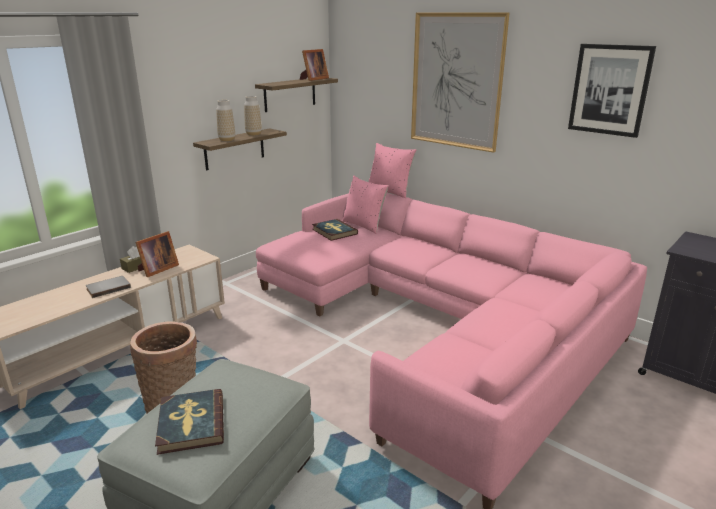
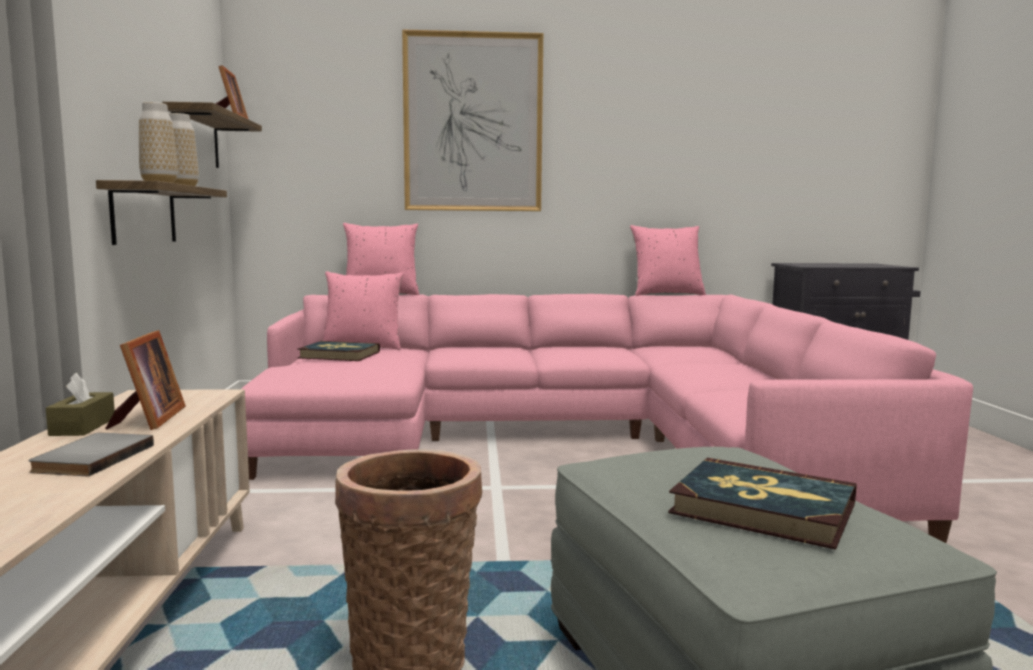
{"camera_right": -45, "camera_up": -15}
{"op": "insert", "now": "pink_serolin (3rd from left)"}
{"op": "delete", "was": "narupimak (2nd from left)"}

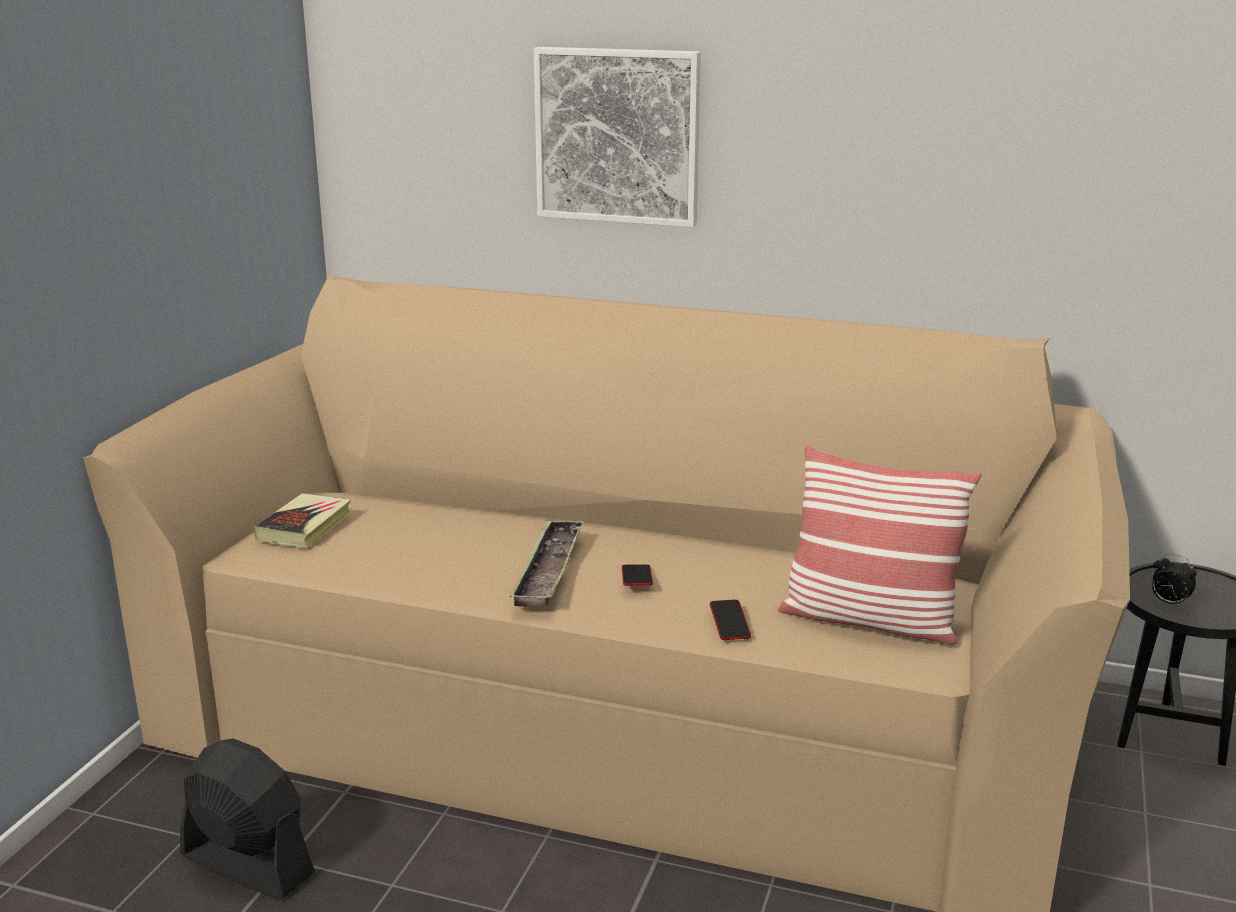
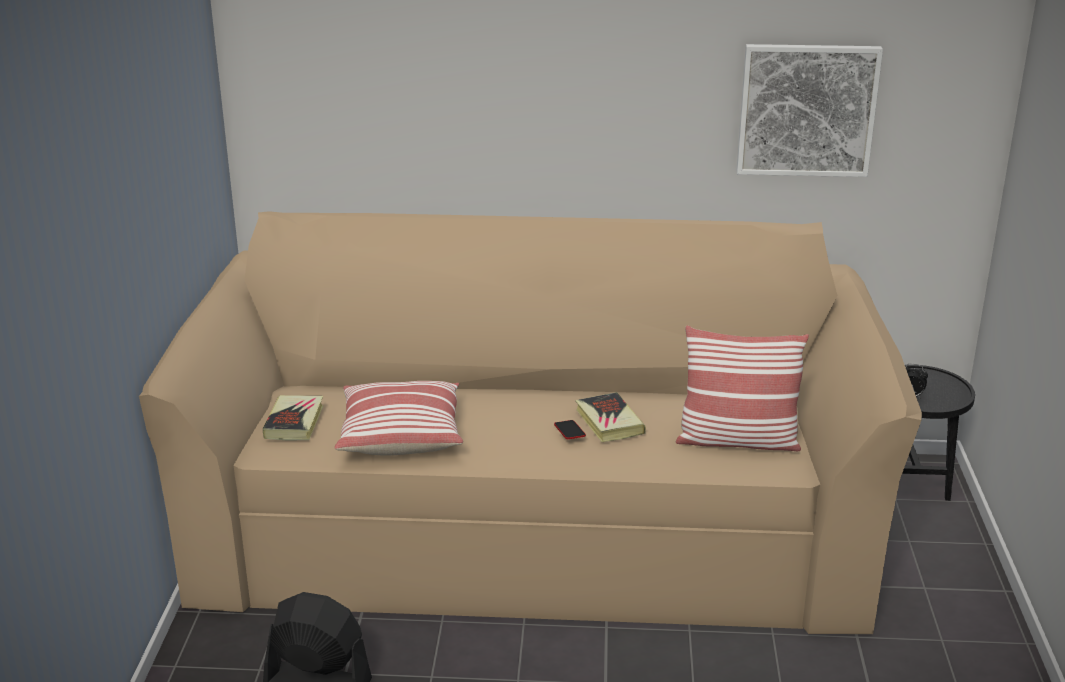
{"camera_right": -15, "camera_up": 5}
{"op": "insert", "now": "serolin (1st from left)"}
{"op": "insert", "now": "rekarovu (2nd from left)"}
{"op": "move", "was": "narupimak"}
{"op": "delete", "was": "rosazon"}
{"op": "delete", "was": "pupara (2nd from left)"}

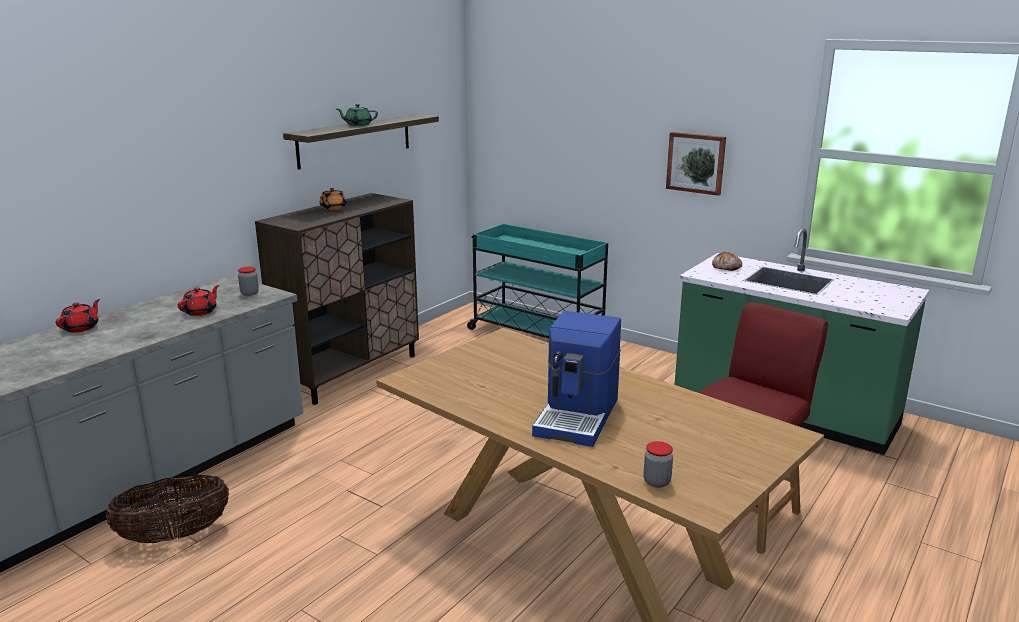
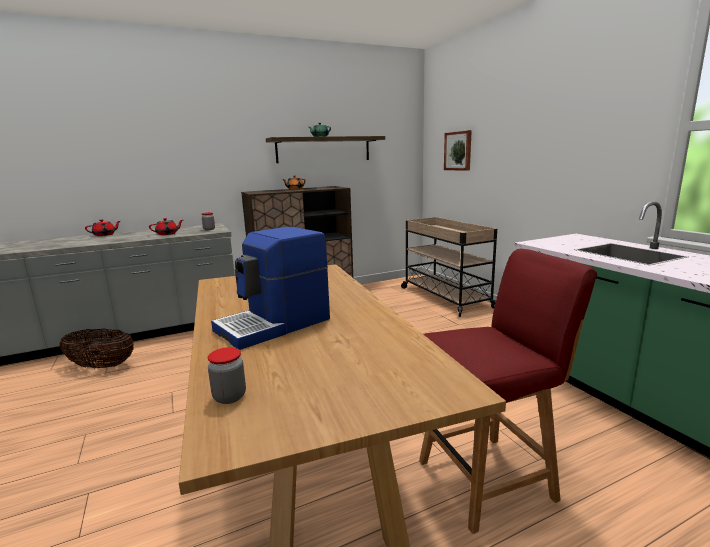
{"camera_right": 30, "camera_up": -5}
{"op": "recolor", "was": "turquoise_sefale", "now": "beige_sefale"}
{"op": "move", "was": "narupimak"}
{"op": "delete", "was": "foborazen"}

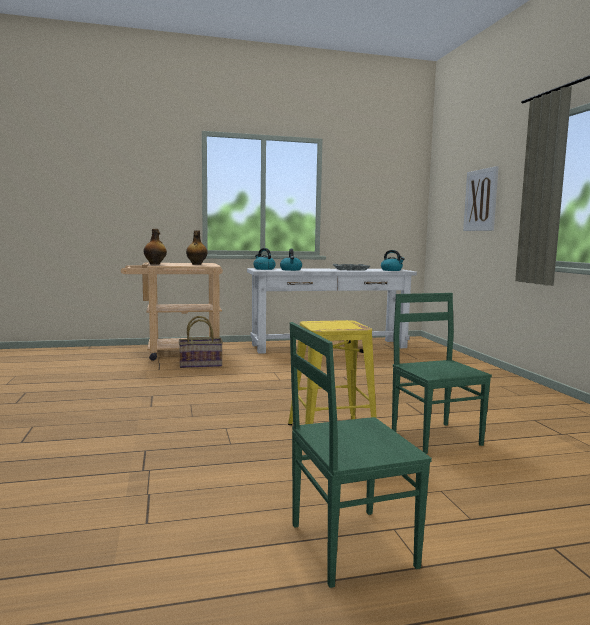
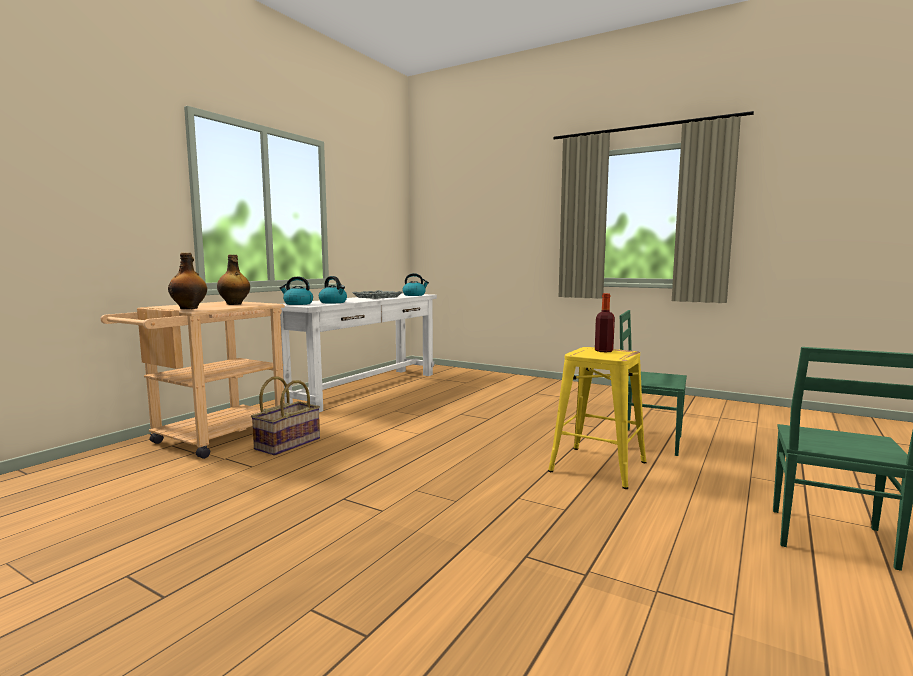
{"camera_right": -45, "camera_up": 0}
{"op": "insert", "now": "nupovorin (3rd from left)"}
{"op": "delete", "was": "narupimak"}

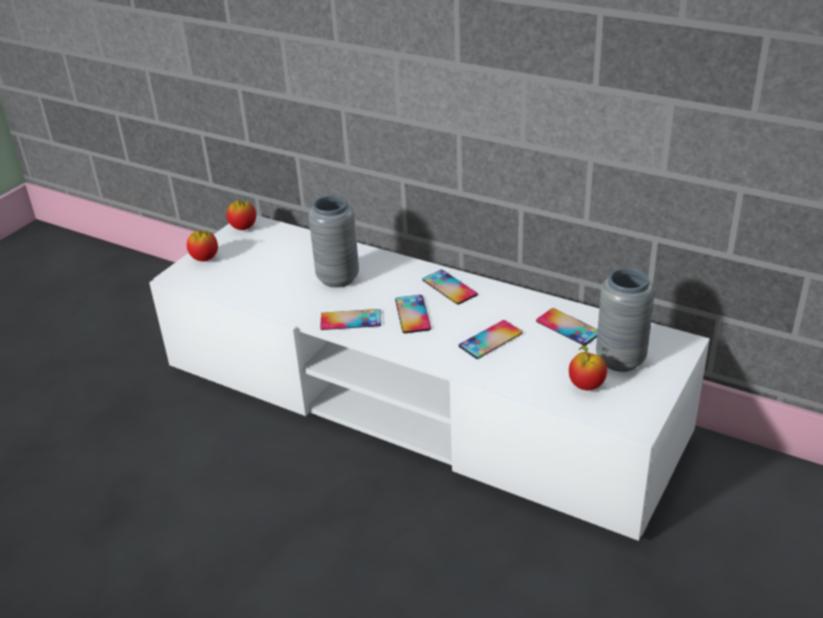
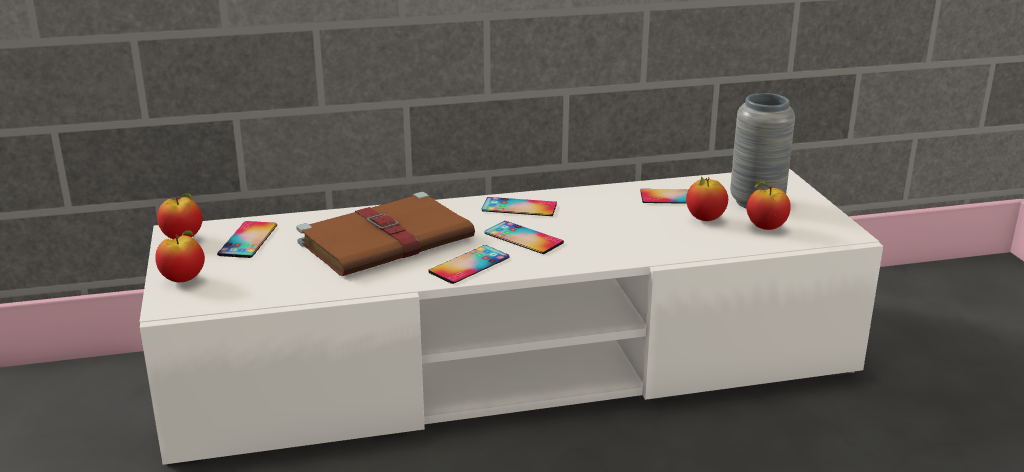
{"camera_right": -45, "camera_up": -10}
{"op": "move", "was": "pupara (4th from left in the first image)", "now": "pupara (1st from left)"}
{"op": "replace", "was": "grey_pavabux (1st from left)", "now": "brown_rekarovu"}
{"op": "insert", "now": "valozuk (3rd from left)"}

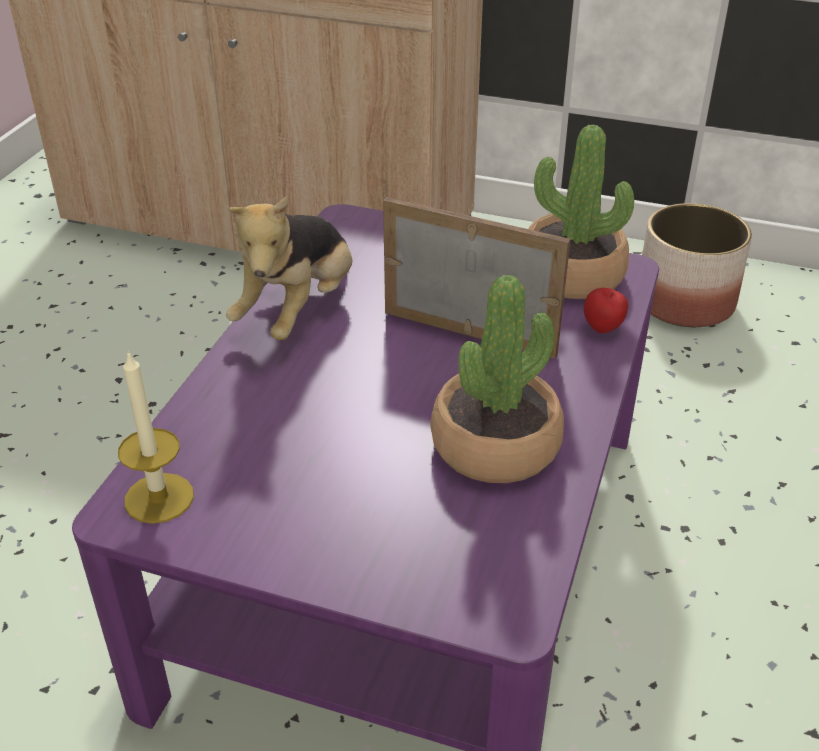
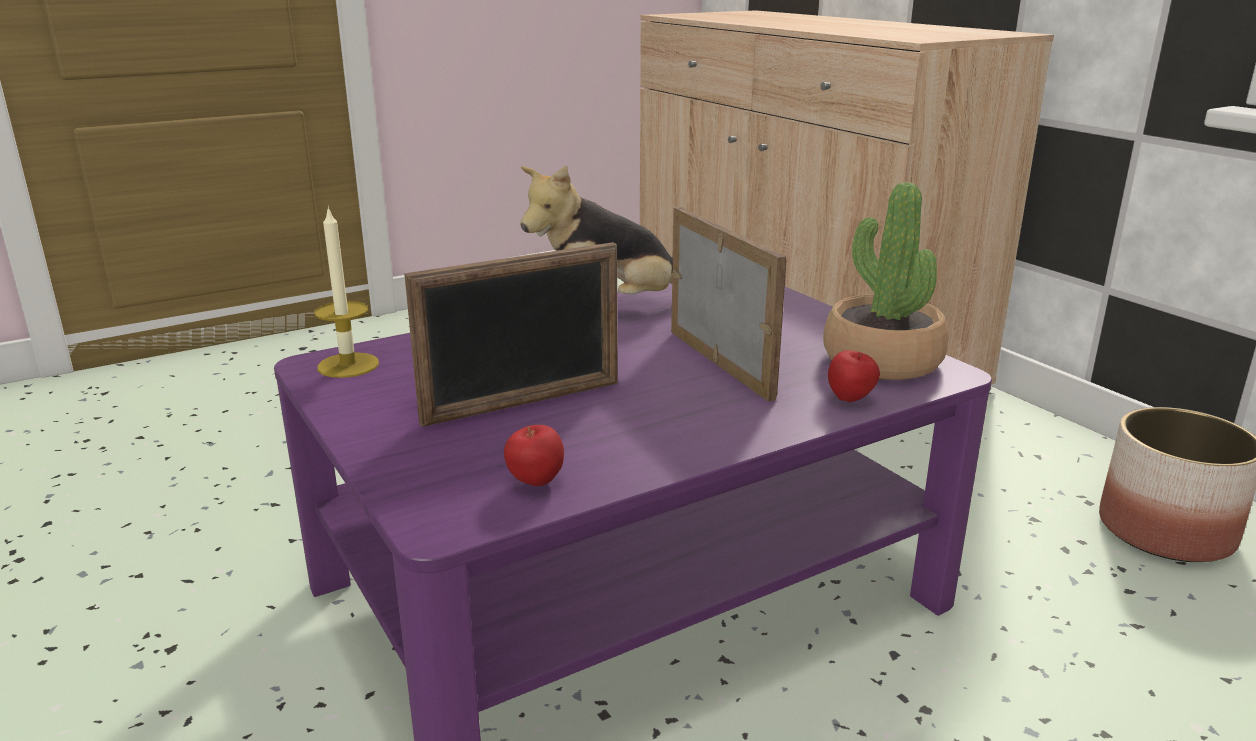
{"camera_right": 40, "camera_up": -15}
{"op": "insert", "now": "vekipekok (1st from left)"}
{"op": "insert", "now": "valozuk (1st from left)"}
{"op": "delete", "was": "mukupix (1st from left)"}

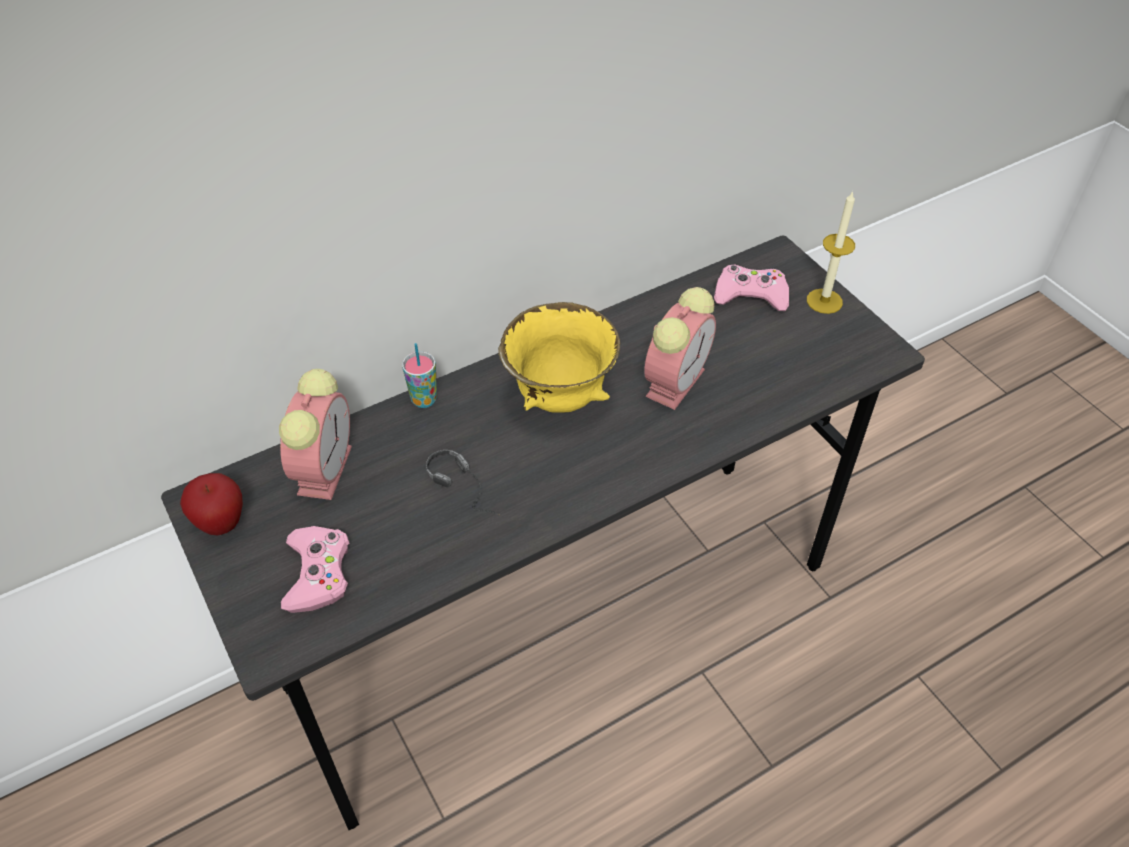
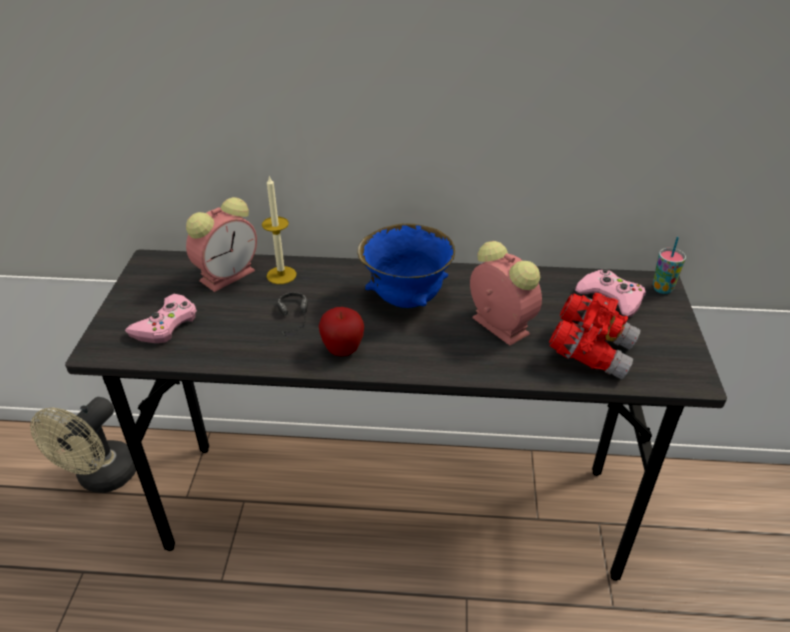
{"camera_right": 35, "camera_up": -10}
{"op": "insert", "now": "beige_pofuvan"}
{"op": "move", "was": "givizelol"}
{"op": "move", "was": "valozuk"}
{"op": "recolor", "was": "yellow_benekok", "now": "blue_benekok"}
{"op": "rotate", "was": "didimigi (2nd from left)", "clockwise": -105}
{"op": "insert", "now": "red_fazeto"}
{"op": "move", "was": "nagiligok"}

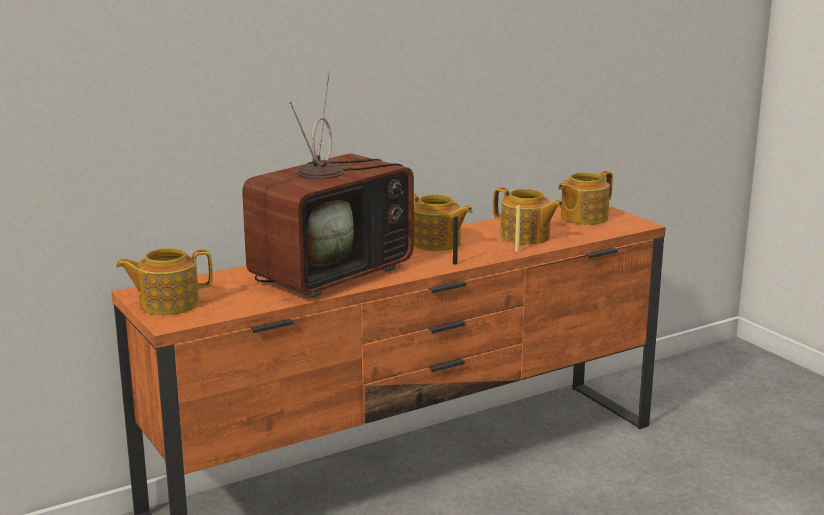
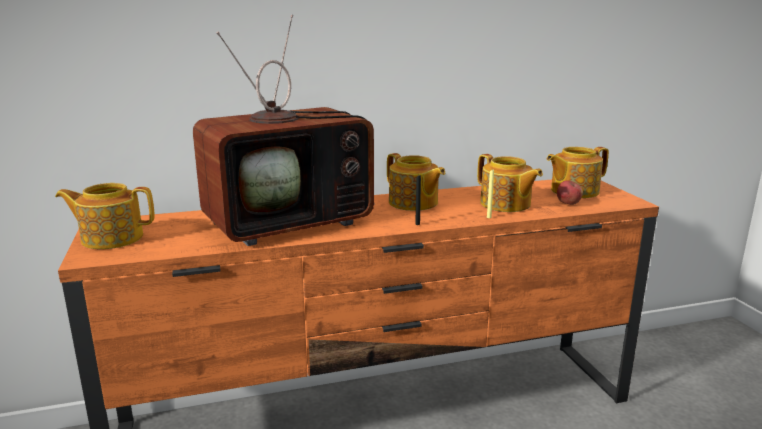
{"camera_right": 15, "camera_up": 0}
{"op": "insert", "now": "valozuk"}

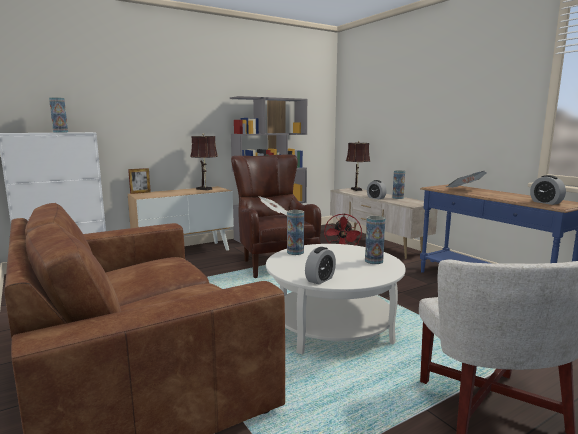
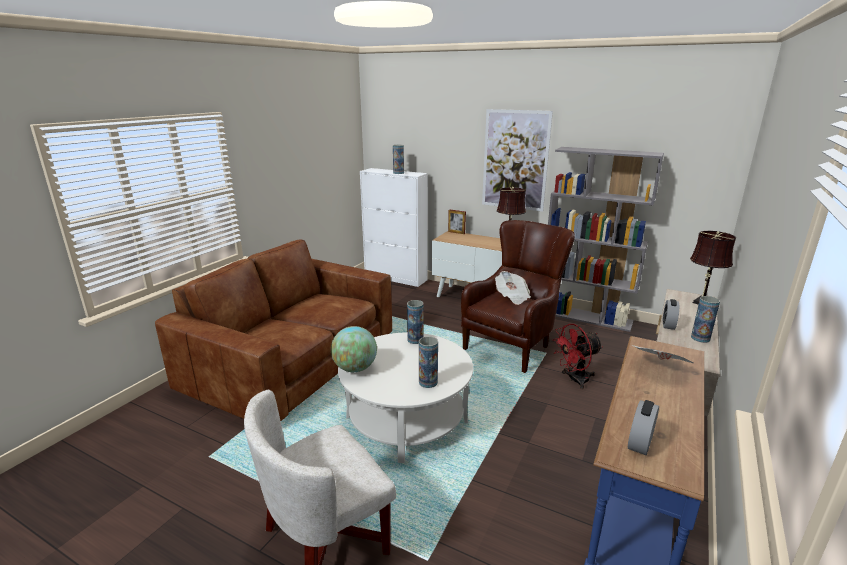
{"camera_right": 60, "camera_up": 10}
{"op": "replace", "was": "didimigi (1st from left)", "now": "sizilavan"}
{"op": "insert", "now": "narupimak"}

